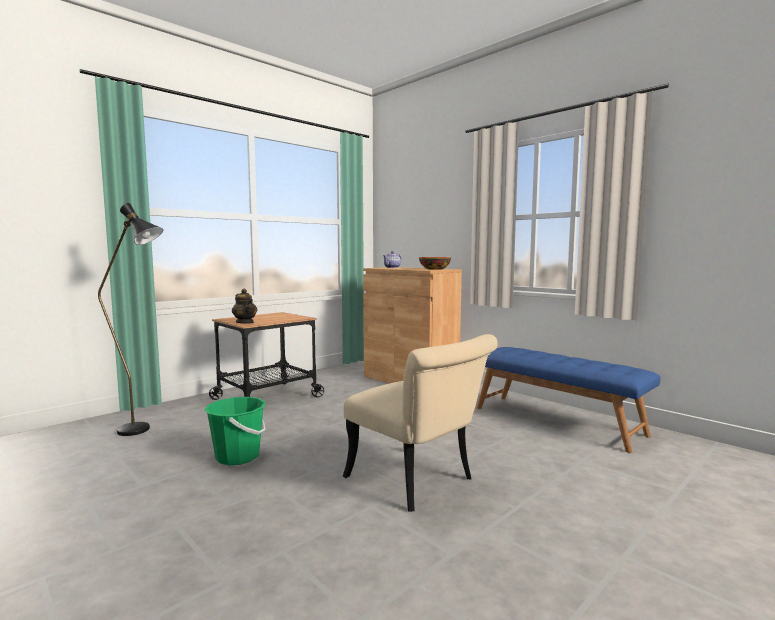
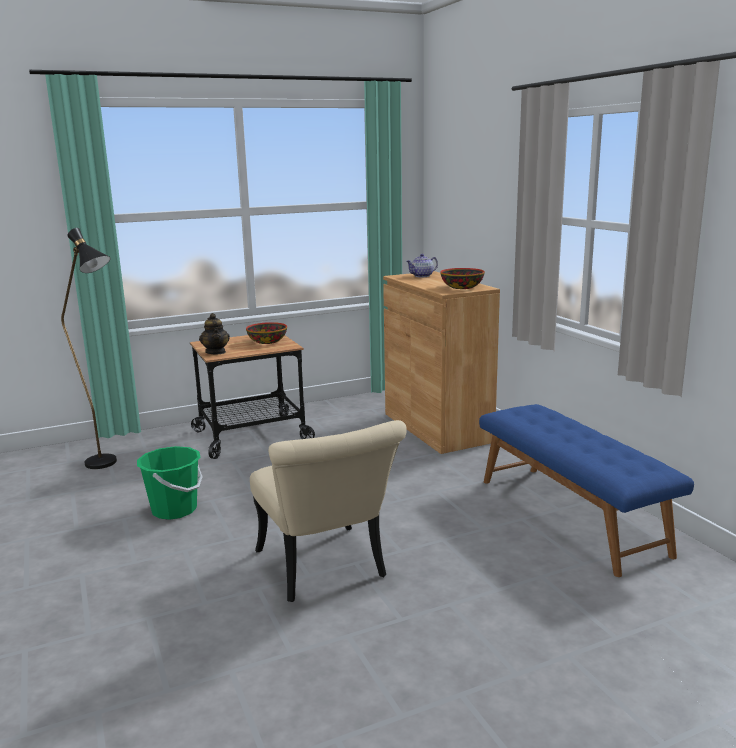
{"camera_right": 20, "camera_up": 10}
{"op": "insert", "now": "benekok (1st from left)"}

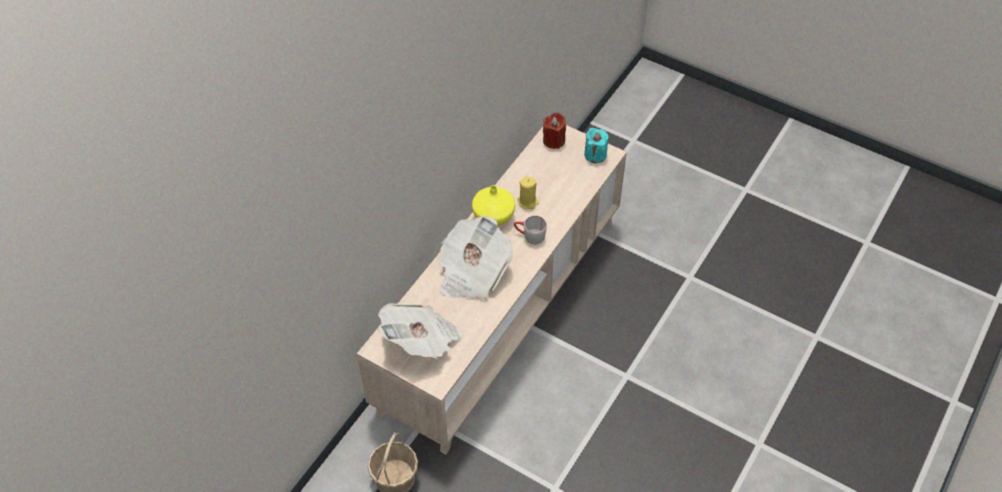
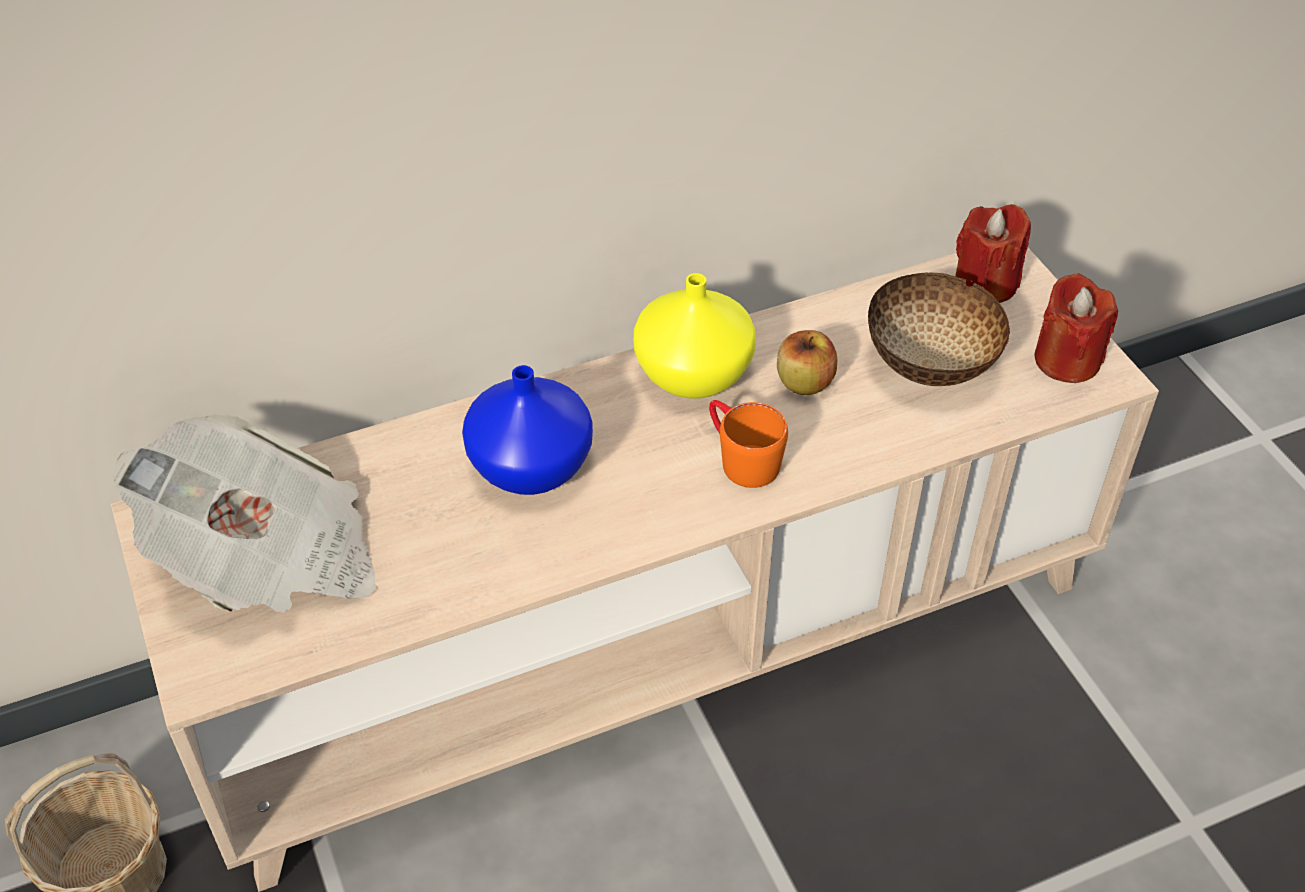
{"camera_right": 35, "camera_up": -5}
{"op": "replace", "was": "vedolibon (2nd from left)", "now": "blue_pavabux"}
{"op": "recolor", "was": "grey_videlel", "now": "orange_videlel"}
{"op": "replace", "was": "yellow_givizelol", "now": "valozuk"}
{"op": "insert", "now": "benekok"}
{"op": "recolor", "was": "turquoise_givizelol", "now": "red_givizelol (2nd from left)"}

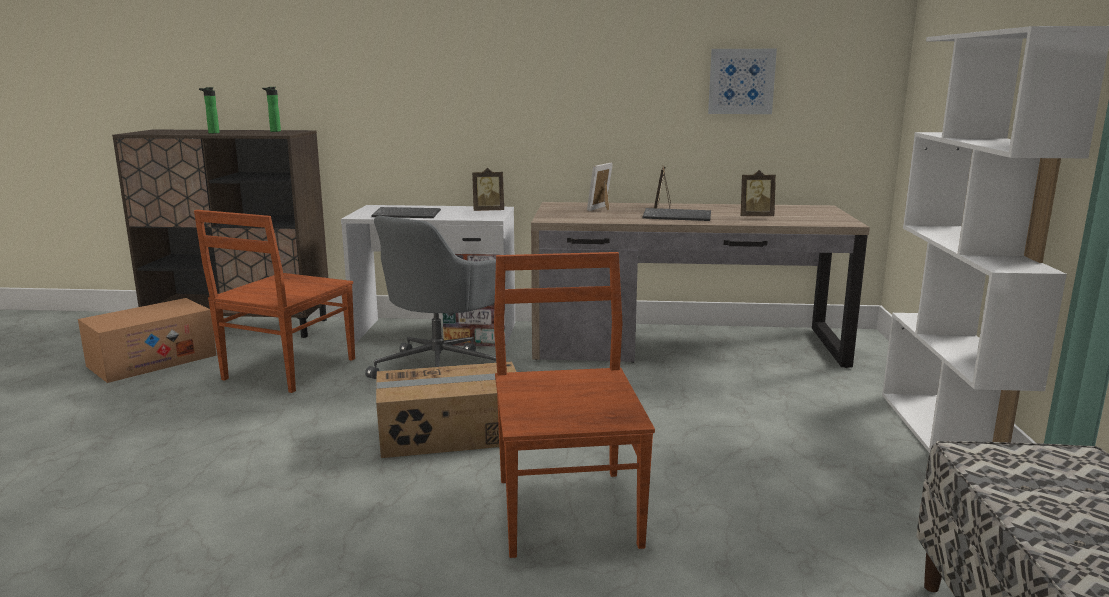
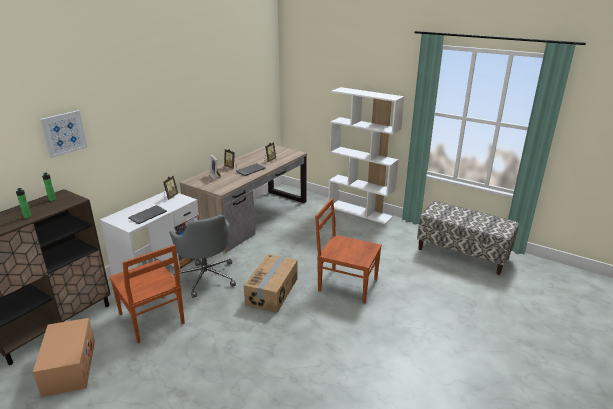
{"camera_right": -60, "camera_up": 10}
{"op": "move", "was": "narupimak"}

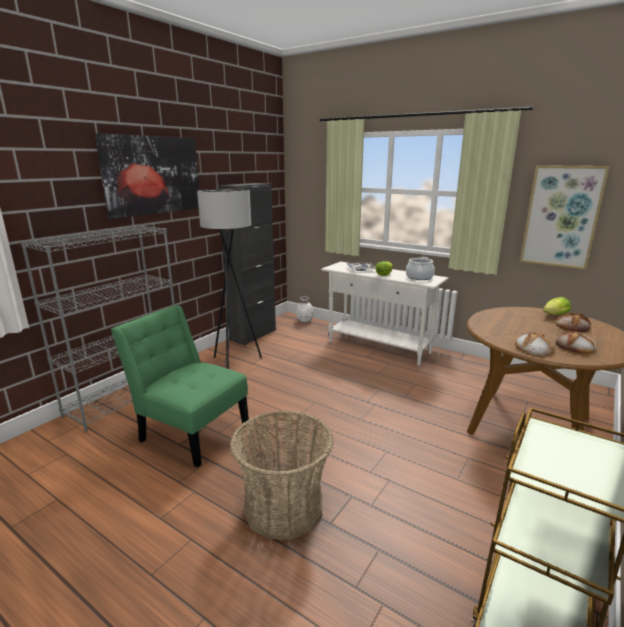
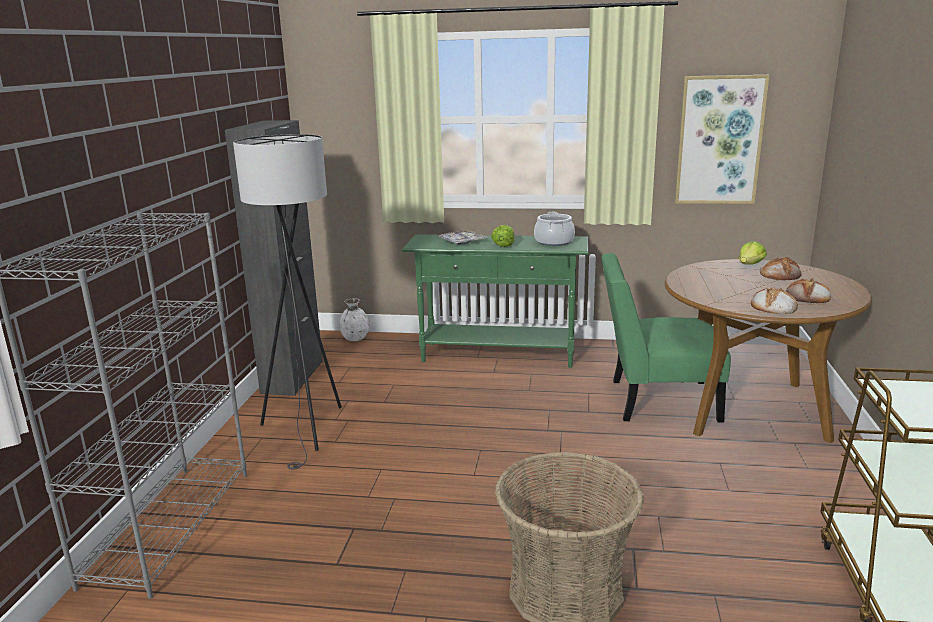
{"camera_right": -25, "camera_up": 0}
{"op": "recolor", "was": "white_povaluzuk", "now": "green_povaluzuk"}
{"op": "move", "was": "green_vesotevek"}
{"op": "delete", "was": "narupimak (1st from left)"}

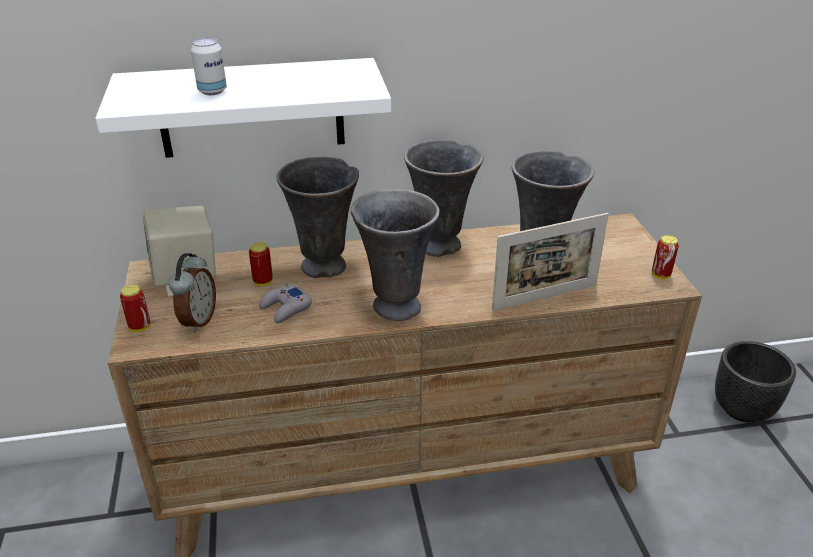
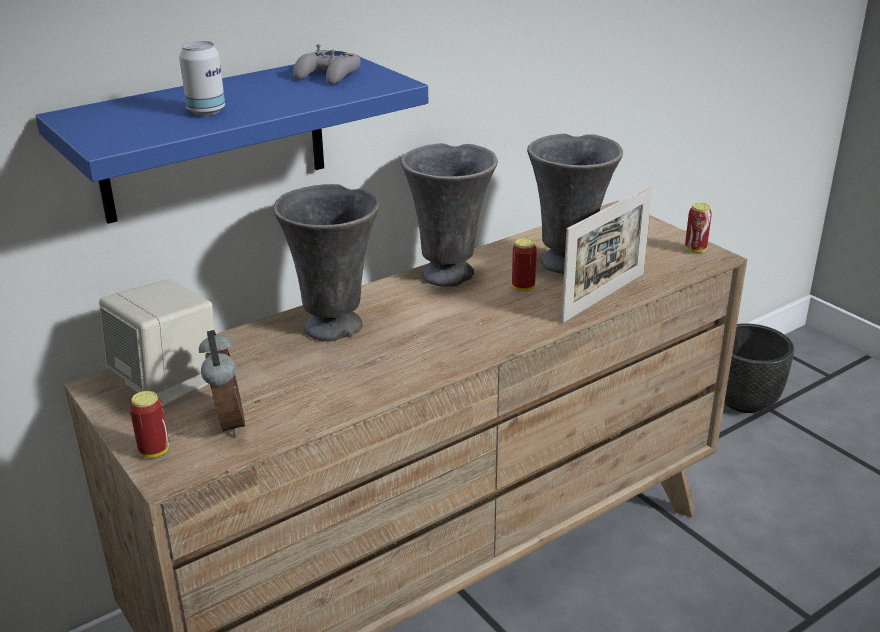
{"camera_right": -25, "camera_up": -5}
{"op": "recolor", "was": "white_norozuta", "now": "blue_norozuta"}
{"op": "move", "was": "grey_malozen"}
{"op": "move", "was": "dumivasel (3rd from left)"}
{"op": "delete", "was": "grey_pavabux (2nd from left)"}

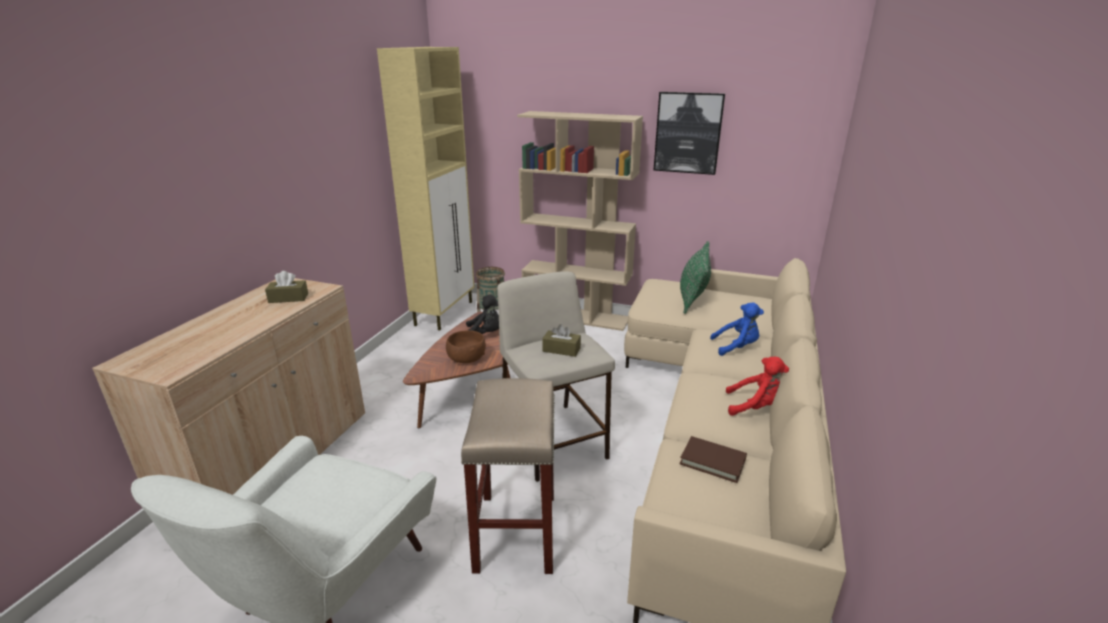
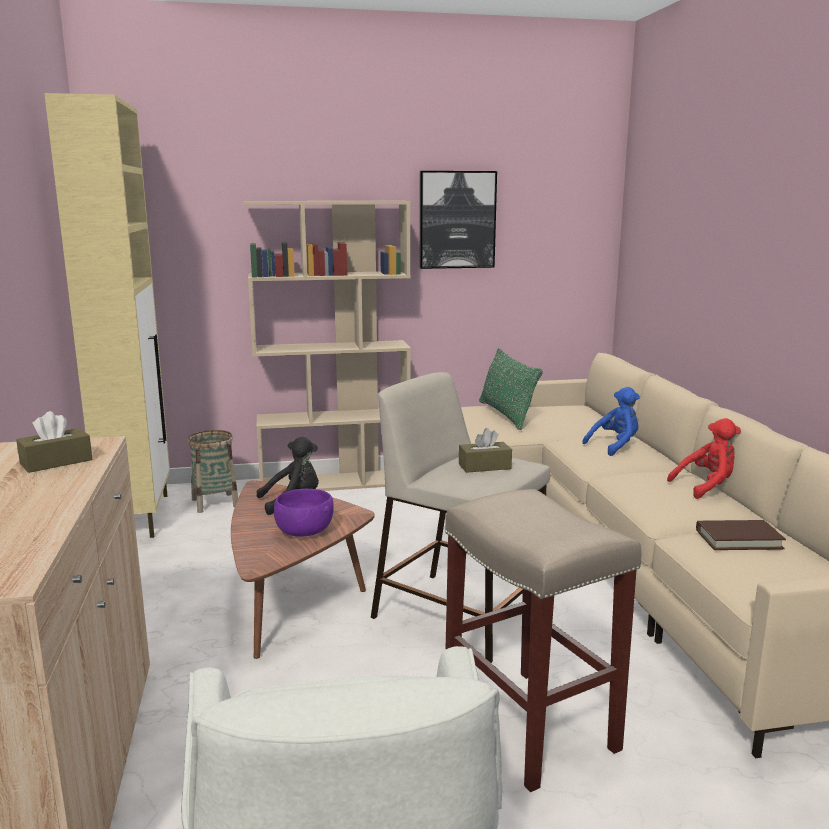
{"camera_right": -30, "camera_up": -10}
{"op": "recolor", "was": "brown_benekok", "now": "purple_benekok"}

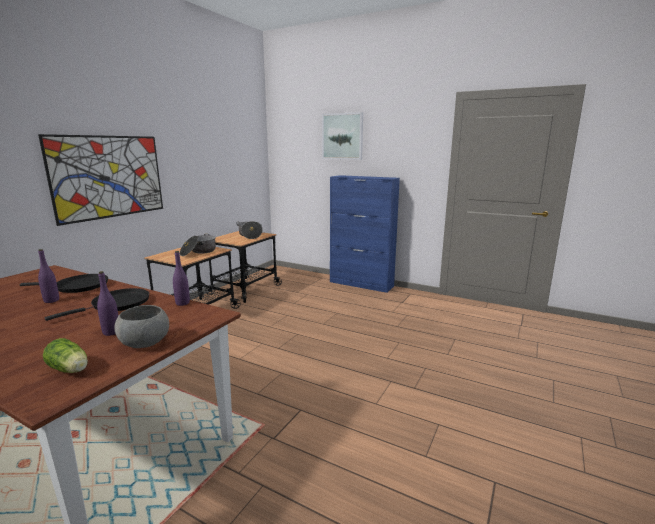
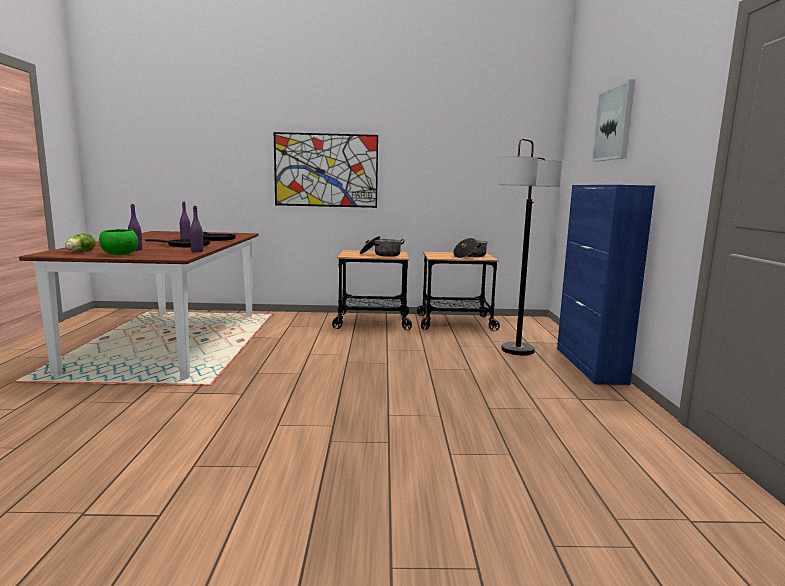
{"camera_right": 60, "camera_up": -5}
{"op": "recolor", "was": "grey_benekok", "now": "green_benekok"}
{"op": "insert", "now": "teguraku"}

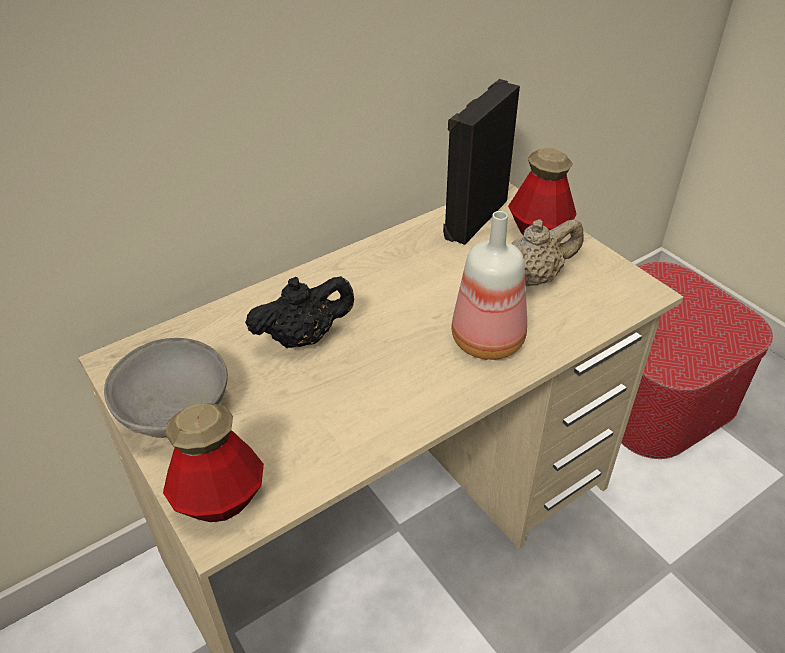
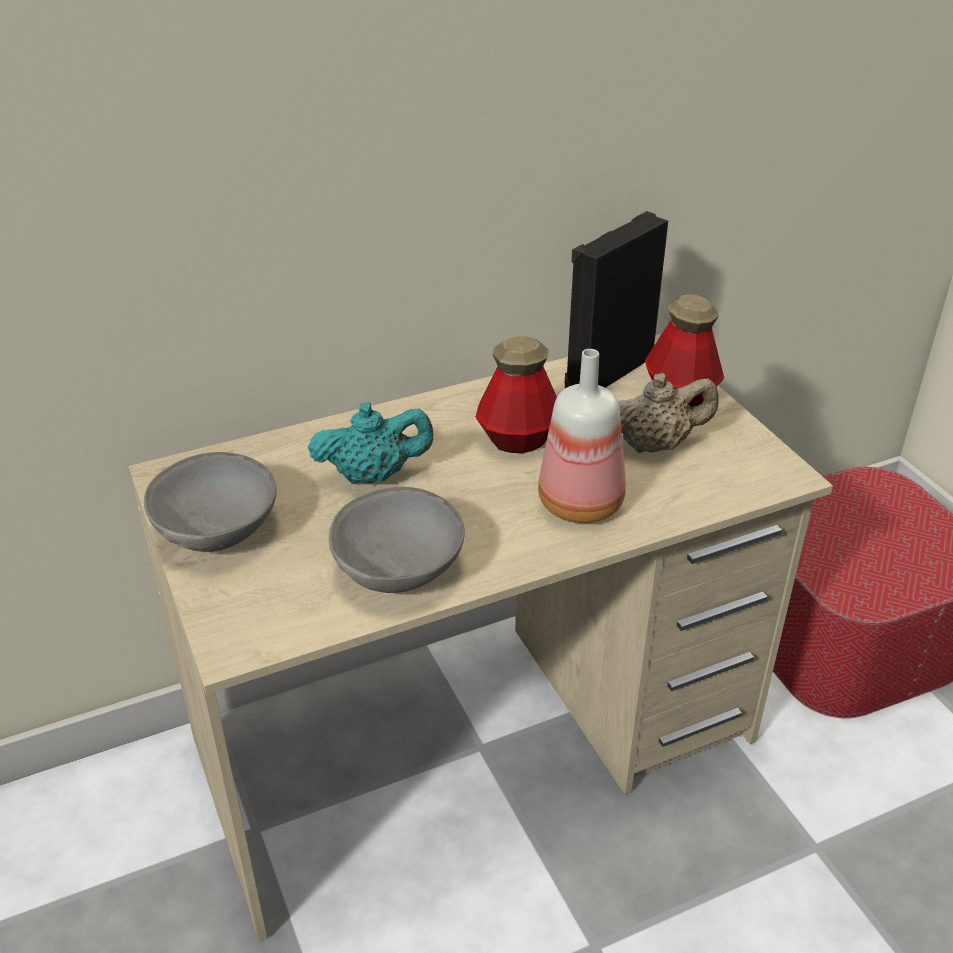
{"camera_right": 10, "camera_up": -5}
{"op": "recolor", "was": "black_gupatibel", "now": "turquoise_gupatibel"}
{"op": "insert", "now": "grey_benekok (2nd from left)"}
{"op": "move", "was": "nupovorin (1st from left)"}

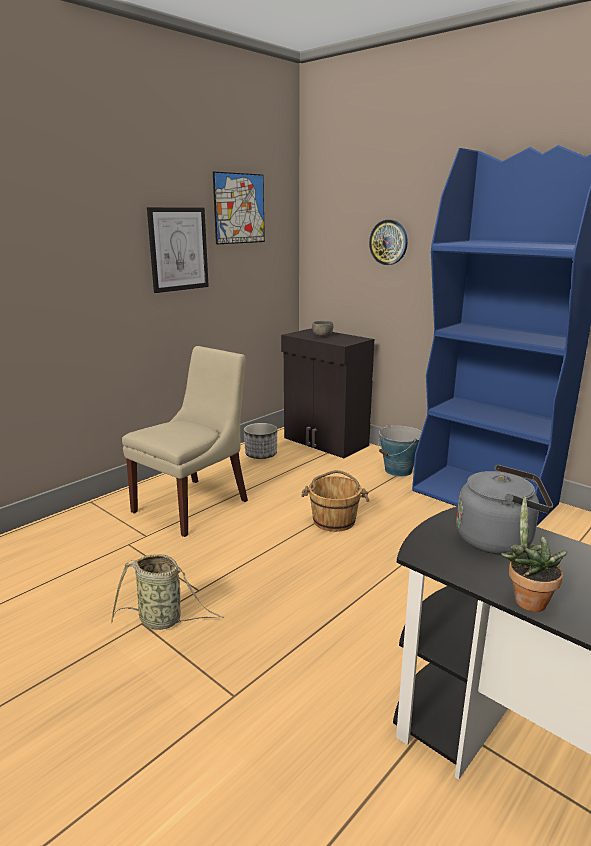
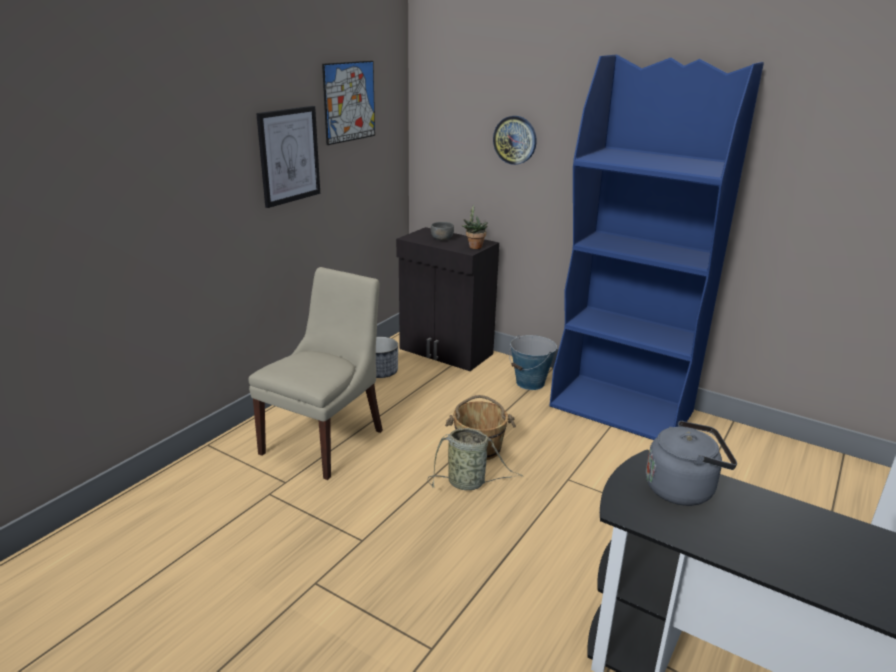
{"camera_right": -10, "camera_up": 5}
{"op": "move", "was": "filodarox"}
{"op": "move", "was": "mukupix"}

